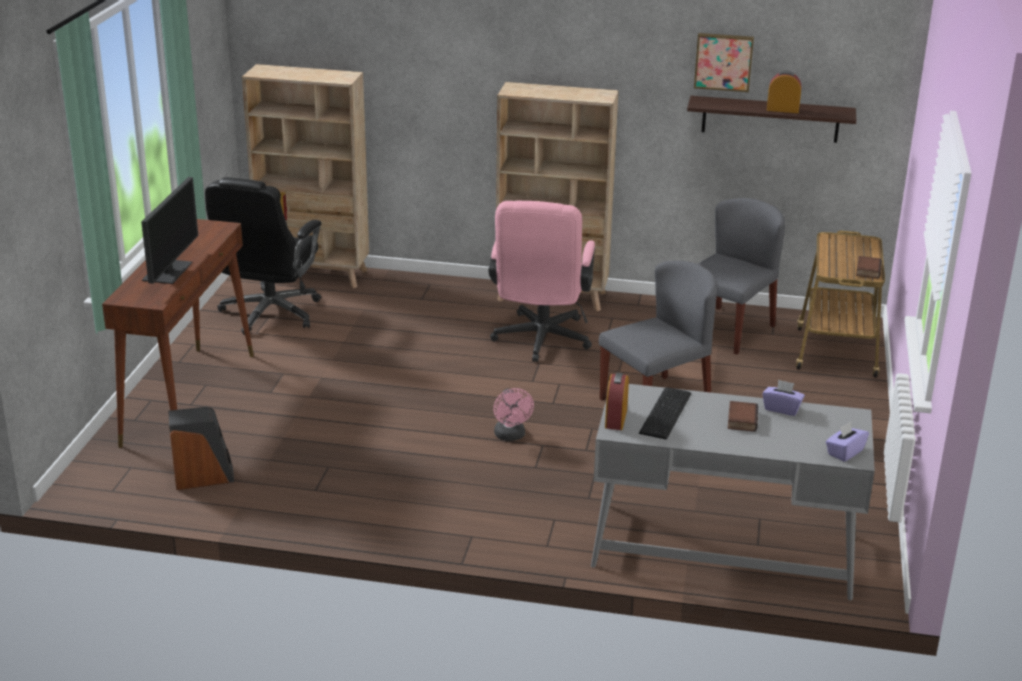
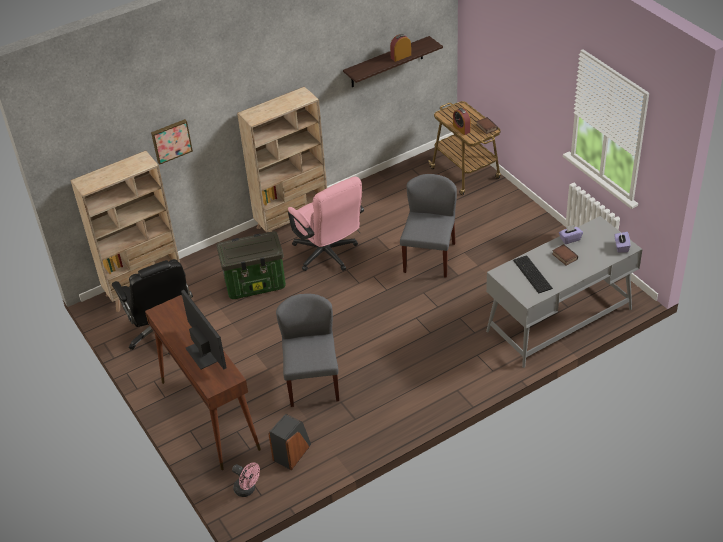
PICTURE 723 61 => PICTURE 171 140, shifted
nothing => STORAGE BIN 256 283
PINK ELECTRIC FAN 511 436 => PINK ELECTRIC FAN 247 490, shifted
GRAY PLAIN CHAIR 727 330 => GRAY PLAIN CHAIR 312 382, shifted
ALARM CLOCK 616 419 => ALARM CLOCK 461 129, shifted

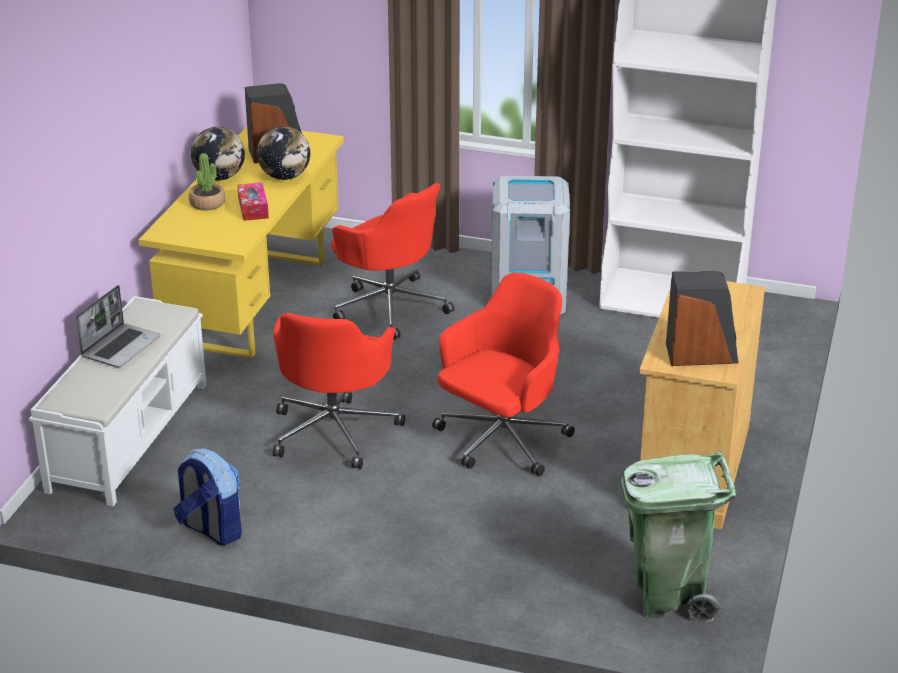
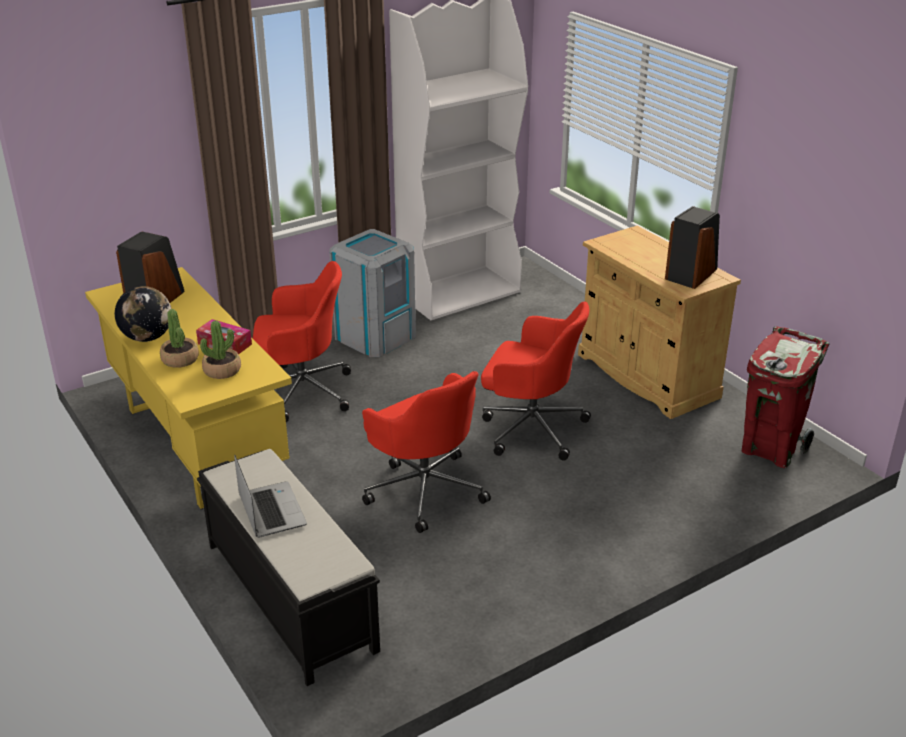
WHITE BENCH 129 435 => BLACKISH BENCH 289 595
nothing => HOUSEPLANT 222 370
RED-COLOURED OFFICE CHAIR 501 441 => RED-COLOURED OFFICE CHAIR 530 428, 120 degrees clockwise
GREEN RUBBISH BIN 669 596 => RED-COLOURED RUBBISH BIN 771 449
BACKPACK 211 529 => nothing
GLOBE 285 177 => nothing

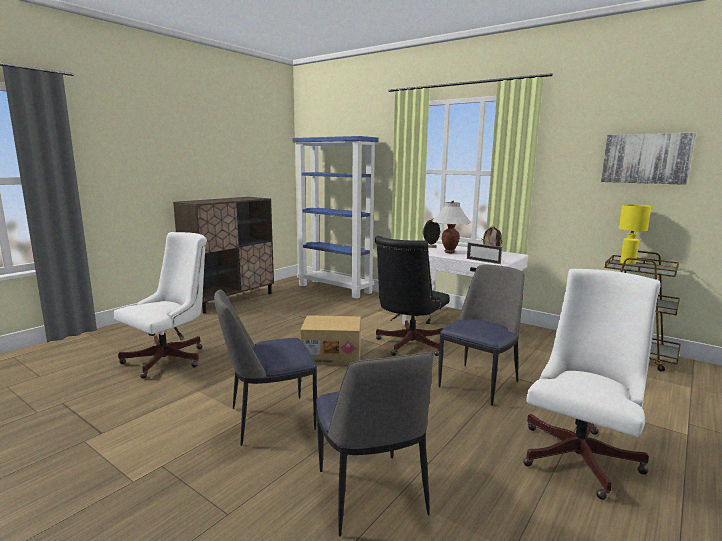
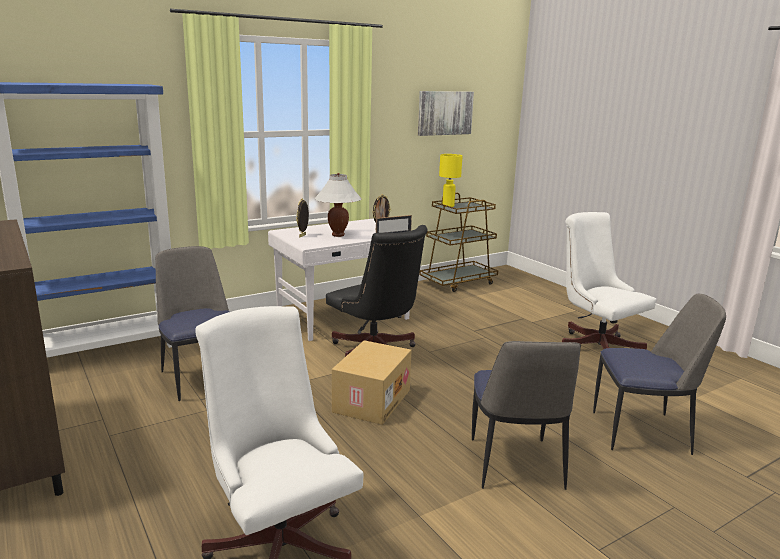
PLAIN CHAIR 479 383 => PLAIN CHAIR 201 377, shifted

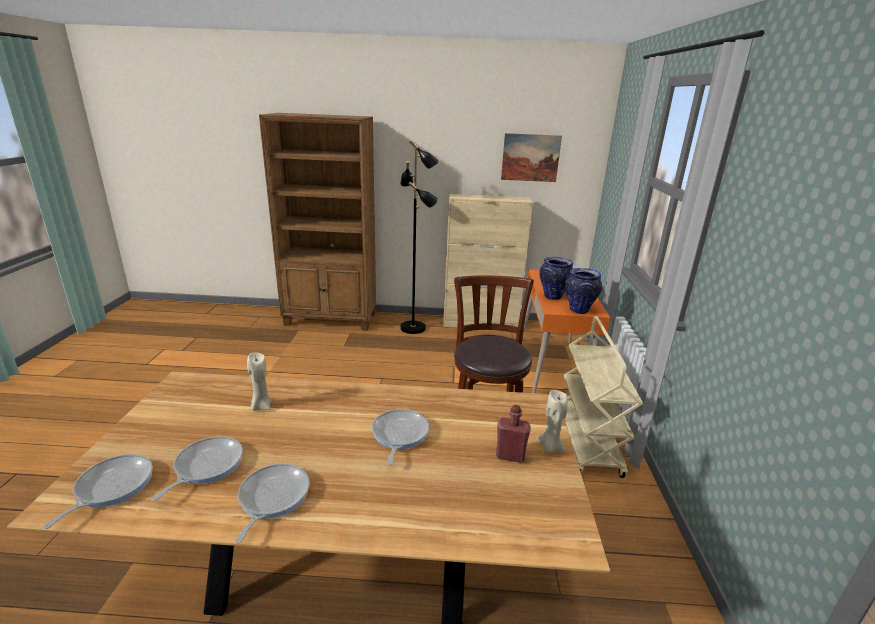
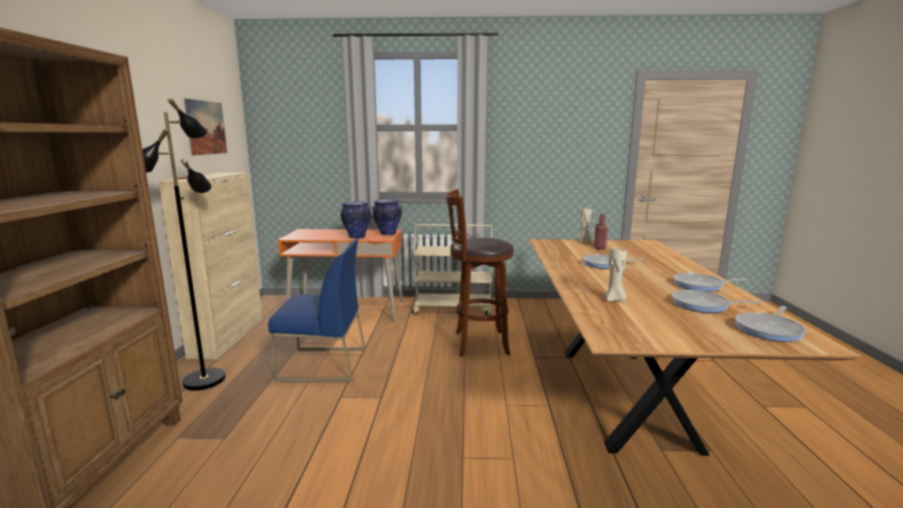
nothing => BLUE PLAIN CHAIR 322 365
SKILLET 111 487 => SKILLET 769 330, 60 degrees counterclockwise

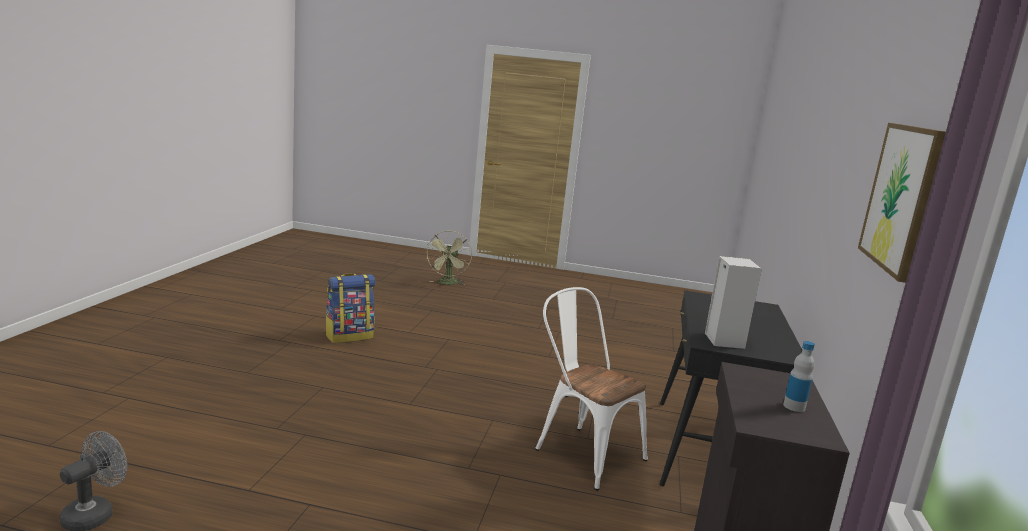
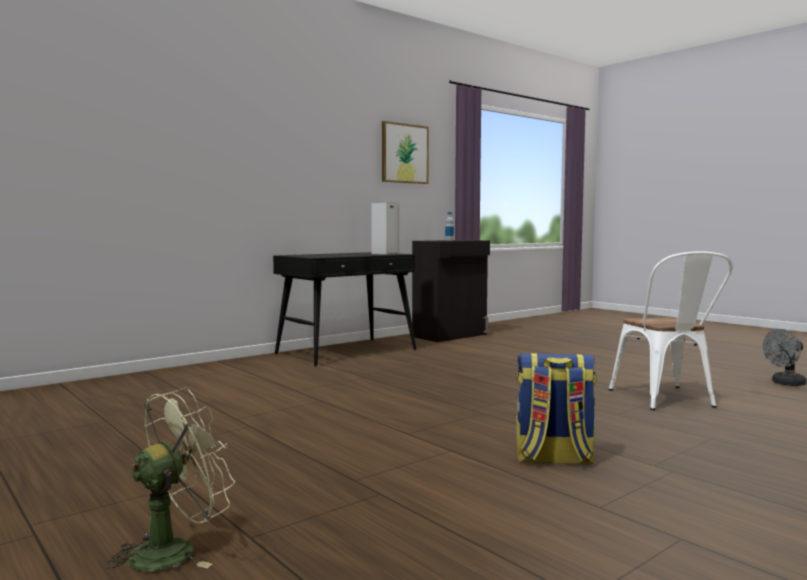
WHITE PLAIN CHAIR 582 451 => WHITE PLAIN CHAIR 667 400, shifted

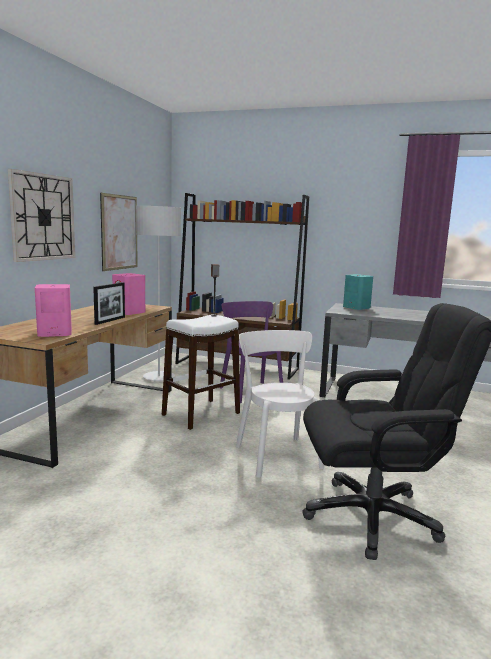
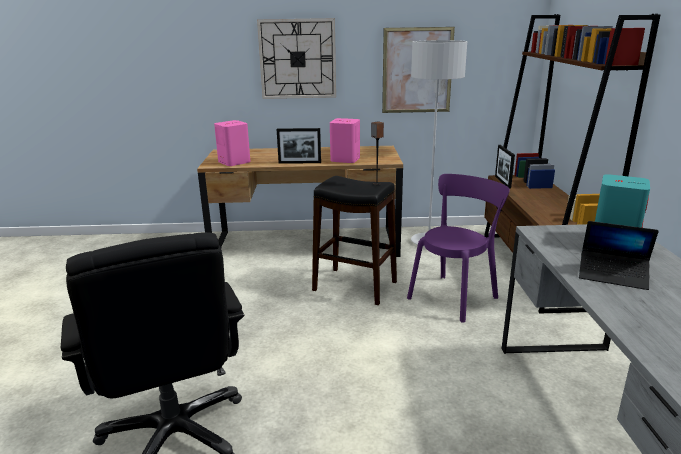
WHITE STOOL SEAT 201 414 => BLACKISH STOOL SEAT 354 286
nothing => PHOTO FRAME 502 182
nothing => PORTABLE COMPUTER 613 275
WHITE PLAIN CHAIR 276 454 => nothing

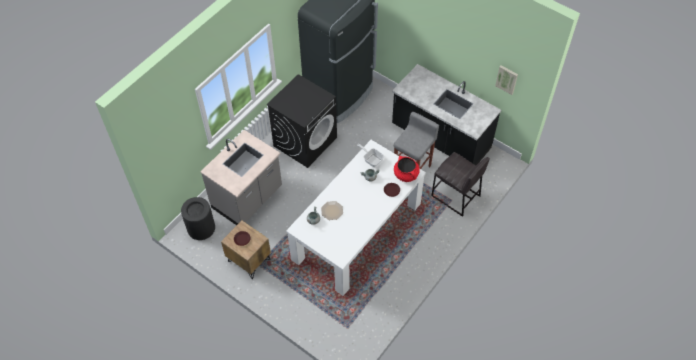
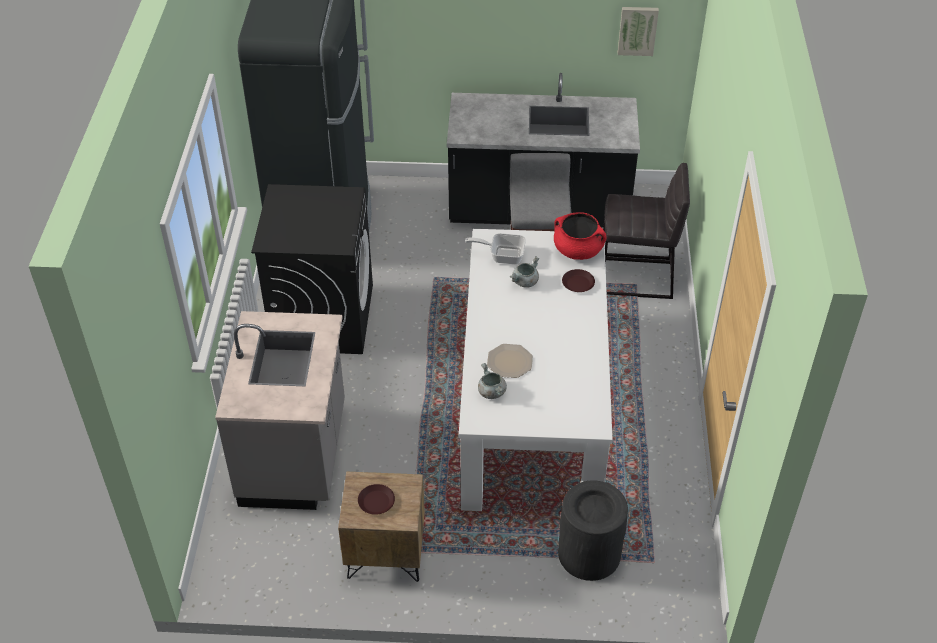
BLACKISH RUBBISH BIN 201 228 => BLACKISH RUBBISH BIN 588 553, shifted

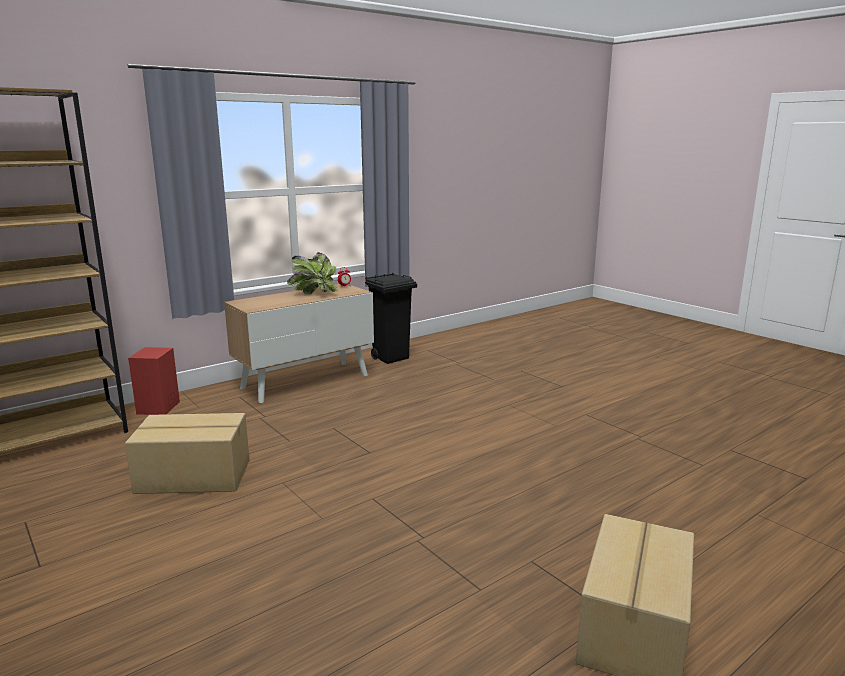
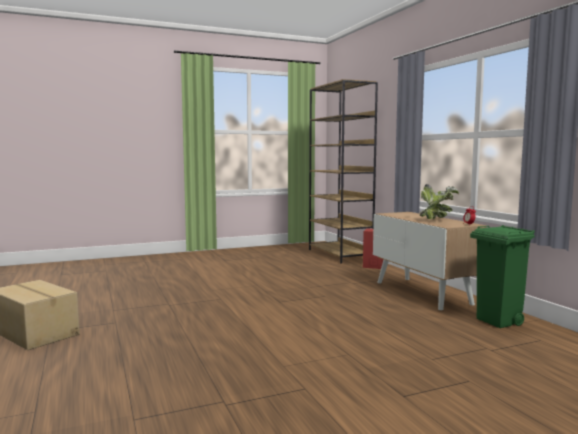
BLACKISH RUBBISH BIN 391 358 => GREEN RUBBISH BIN 498 322
PACKING BOX 194 477 => nothing

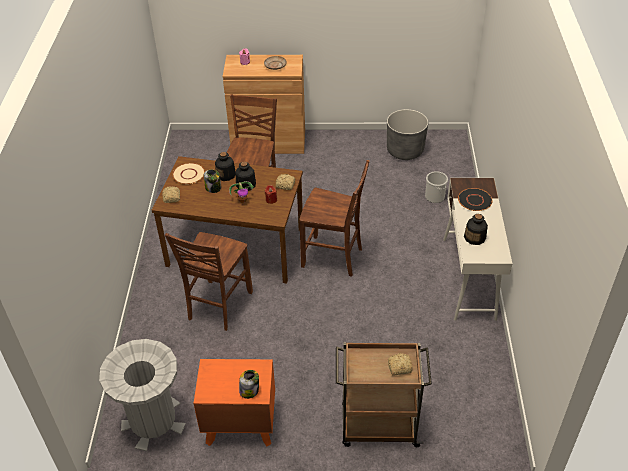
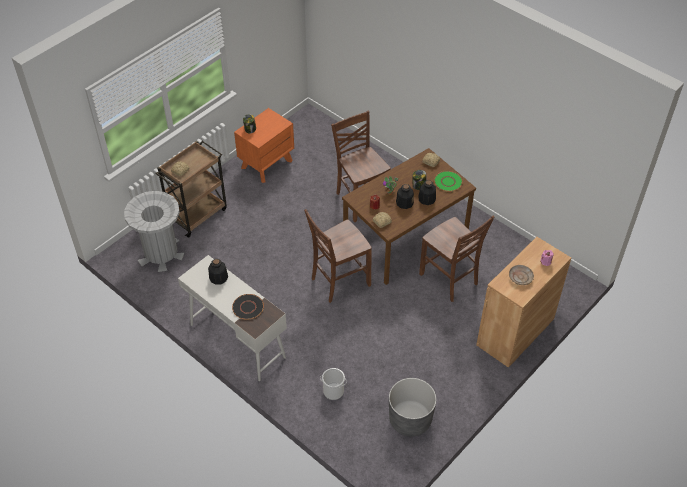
GRAY RUBBISH BIN 153 421 => GRAY RUBBISH BIN 161 253, shifted
SAND-COLOURED PLATE 189 174 => GREEN PLATE 448 182

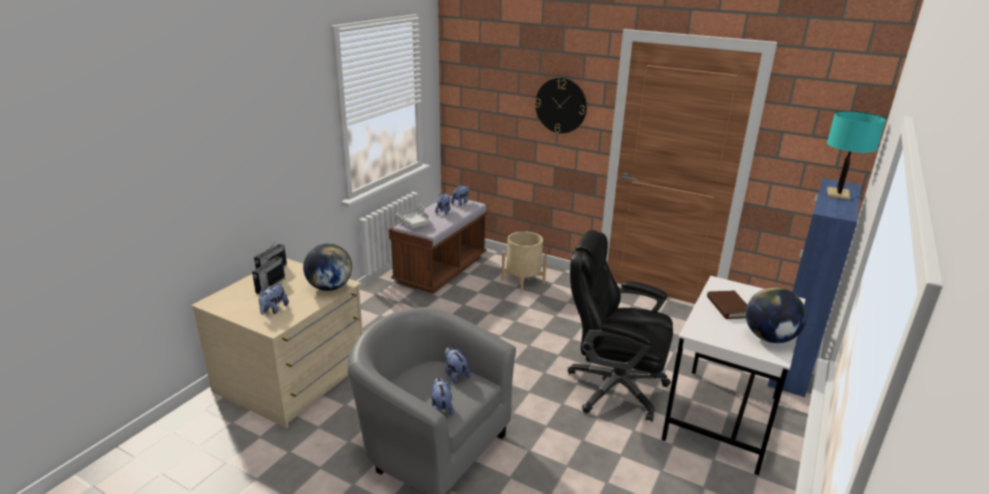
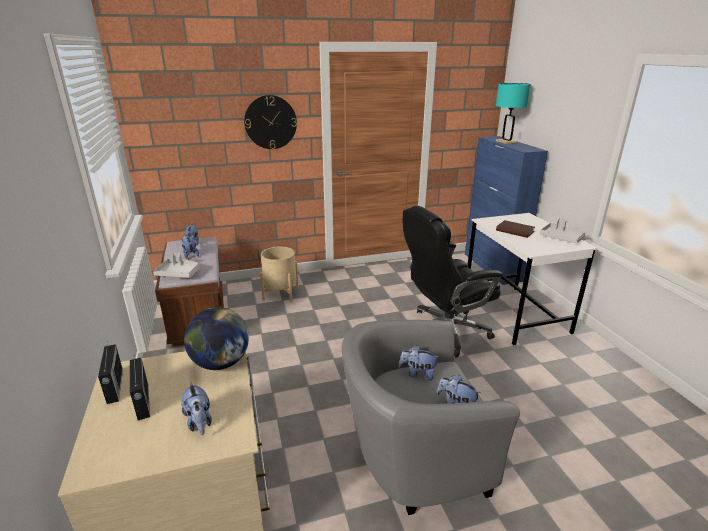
GLOBE 769 338 => GRAY SERVING TRAY 561 238

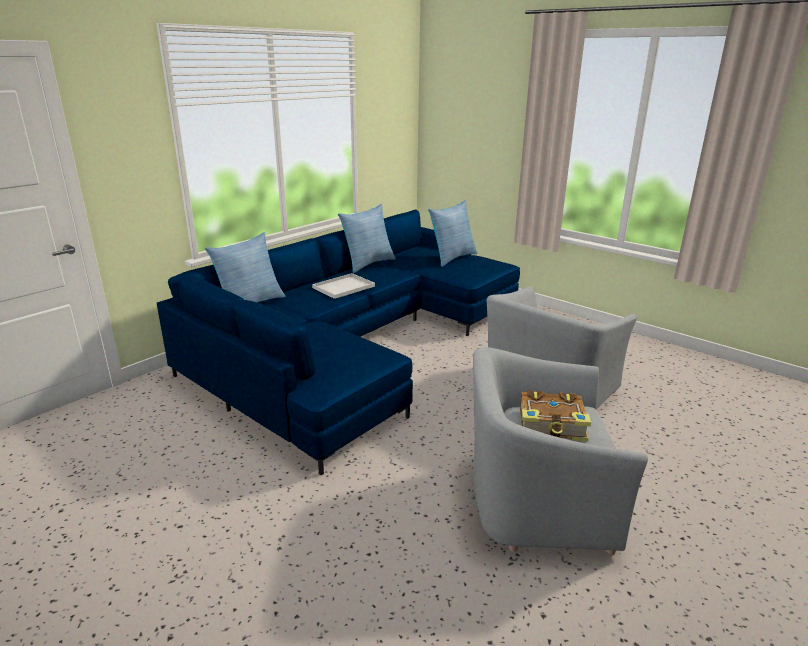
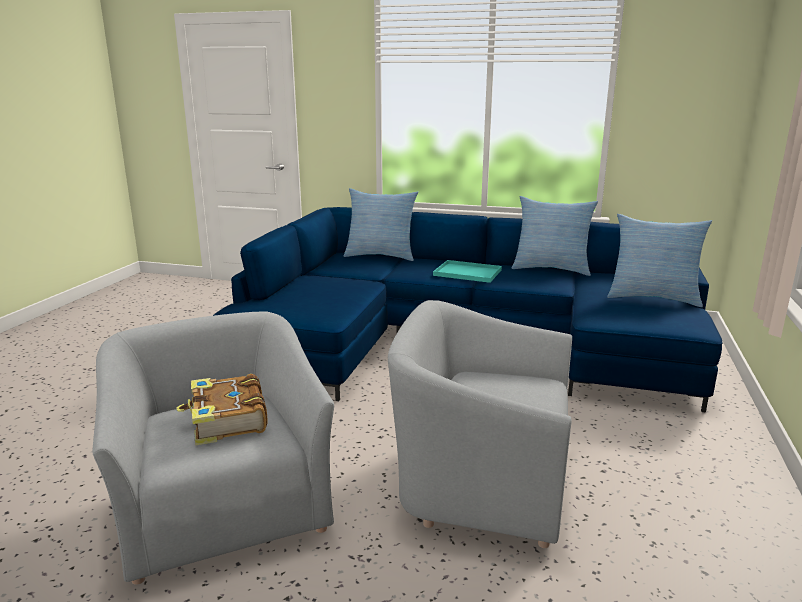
WHITE SERVING TRAY 344 286 => BLUE-GREEN SERVING TRAY 469 272

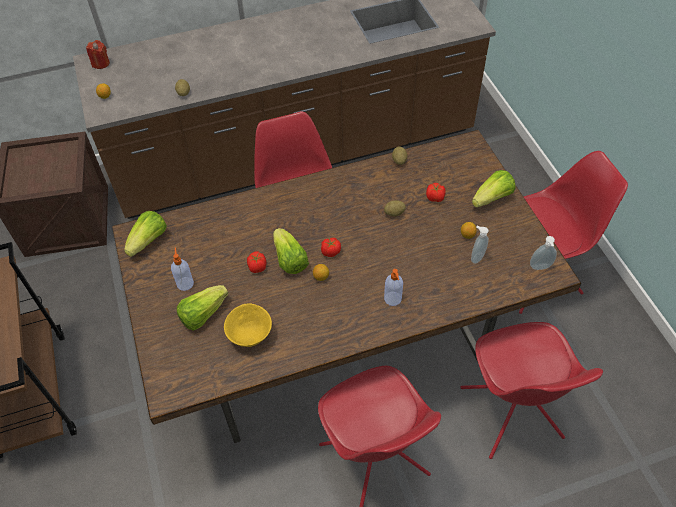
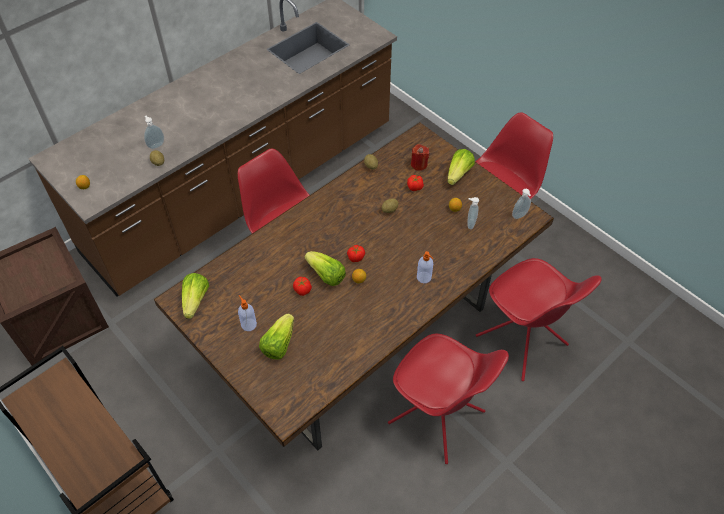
nothing => SOAP DISPENSER 156 145
RED-COLOURED WAX LIGHT 100 63 => RED-COLOURED WAX LIGHT 419 164, shifted
YELLOWISH DEEP DISH 249 335 => nothing

